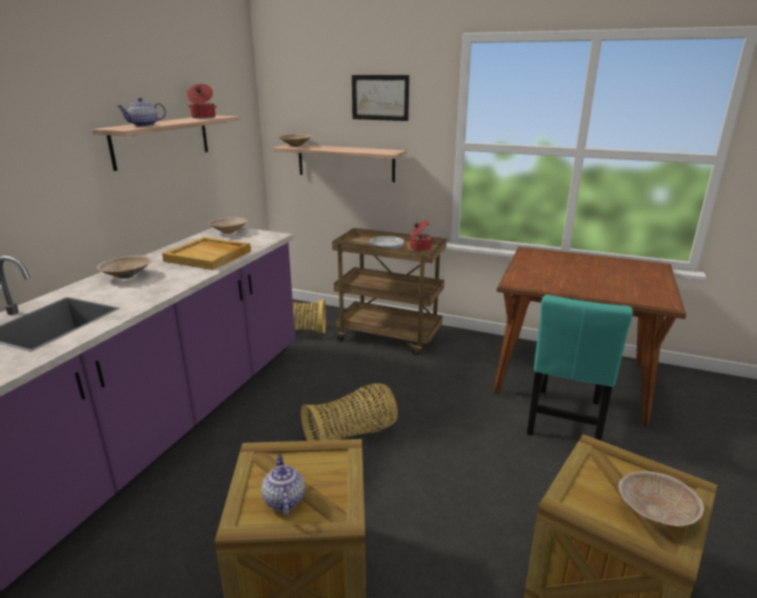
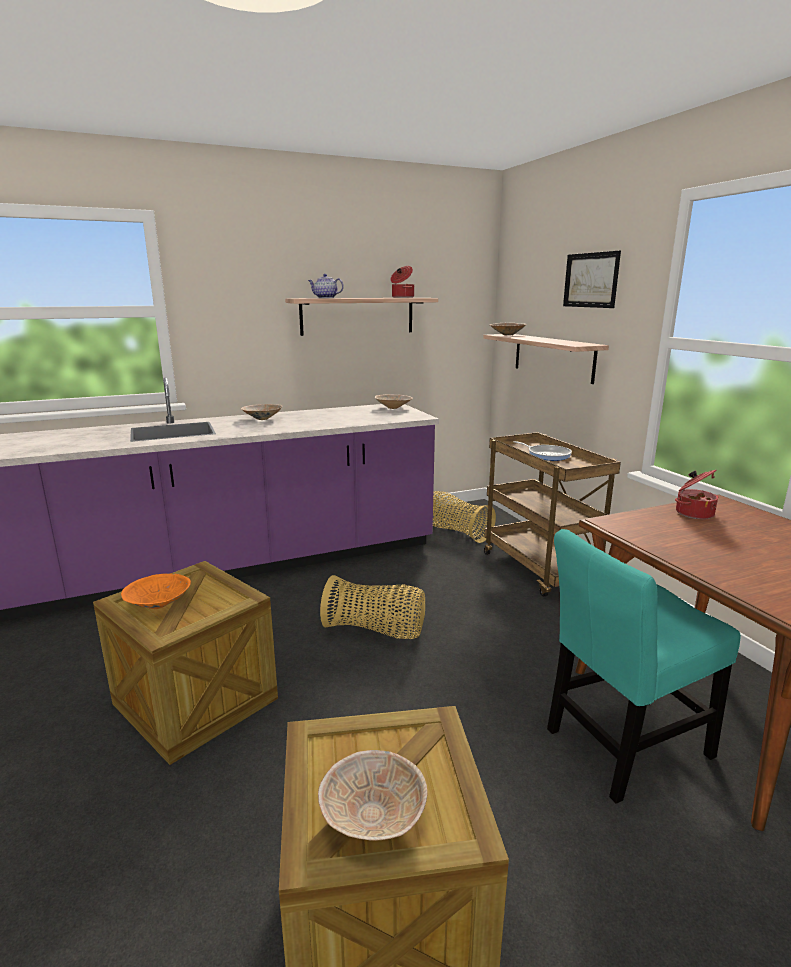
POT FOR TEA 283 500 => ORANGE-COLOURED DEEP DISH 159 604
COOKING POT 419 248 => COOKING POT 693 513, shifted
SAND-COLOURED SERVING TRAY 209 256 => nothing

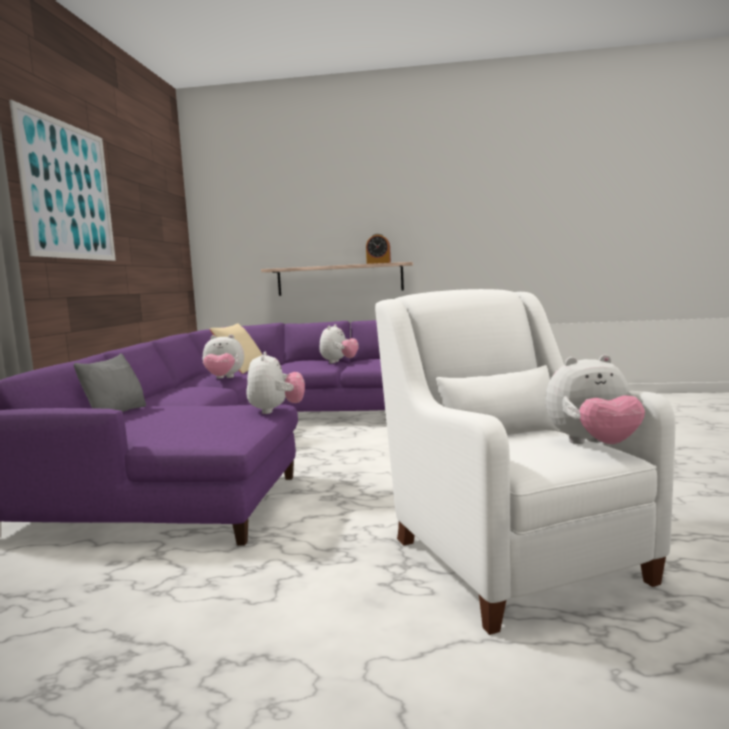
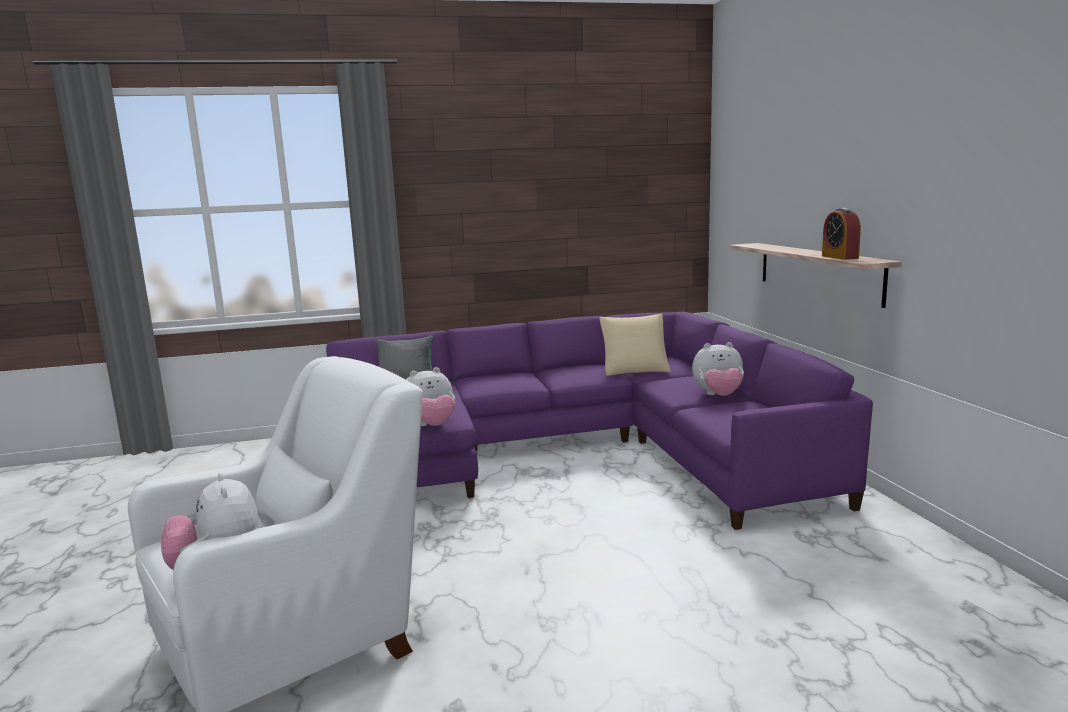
PICTURE 68 191 => nothing
PLUSH TOY 224 378 => nothing

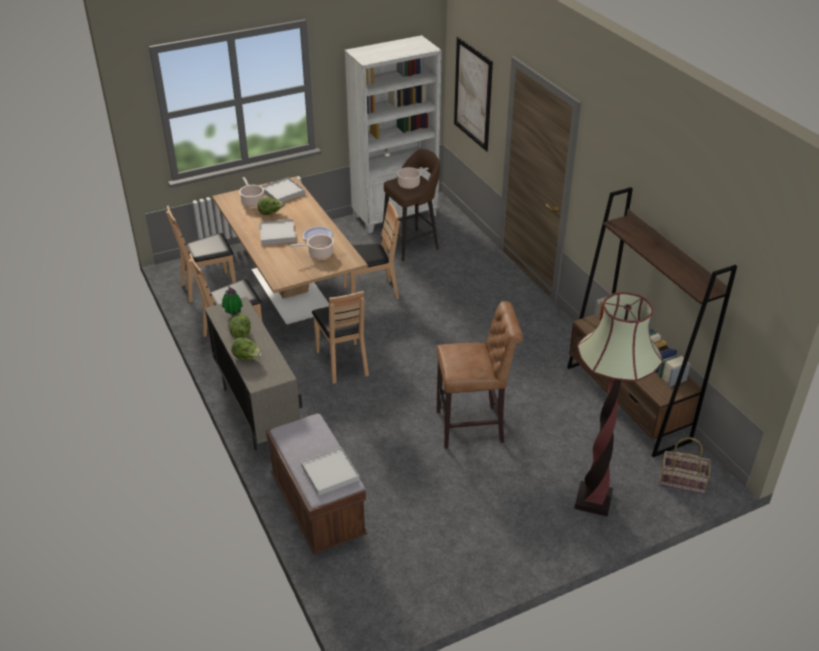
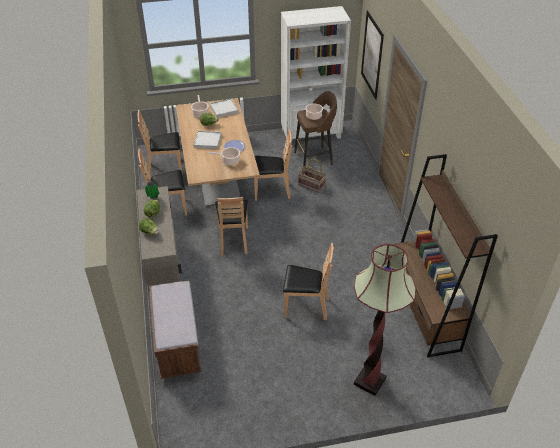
BROWNISH STOOL SEAT 474 427 => BROWNISH PLAIN CHAIR 306 307
HOUSEHOLD BASKET 682 481 => HOUSEHOLD BASKET 311 185, shifted
WHITE SERVING TRAY 330 473 => nothing

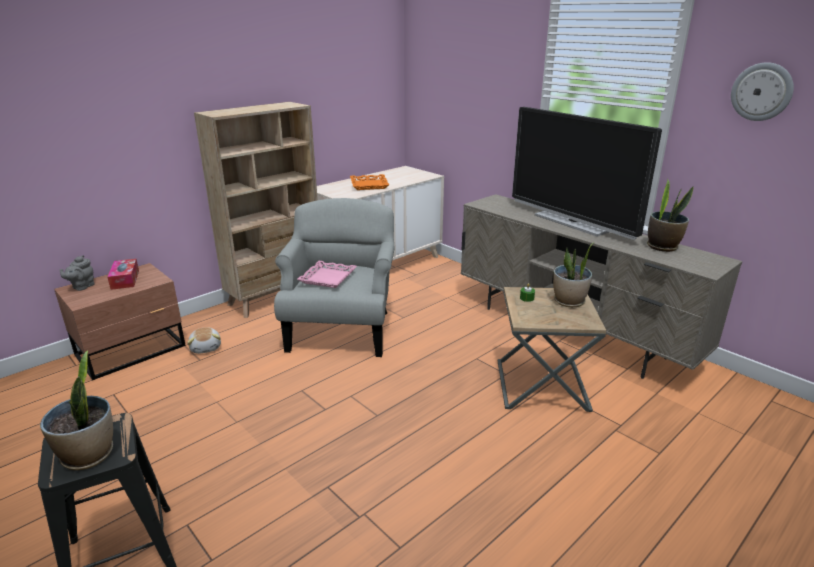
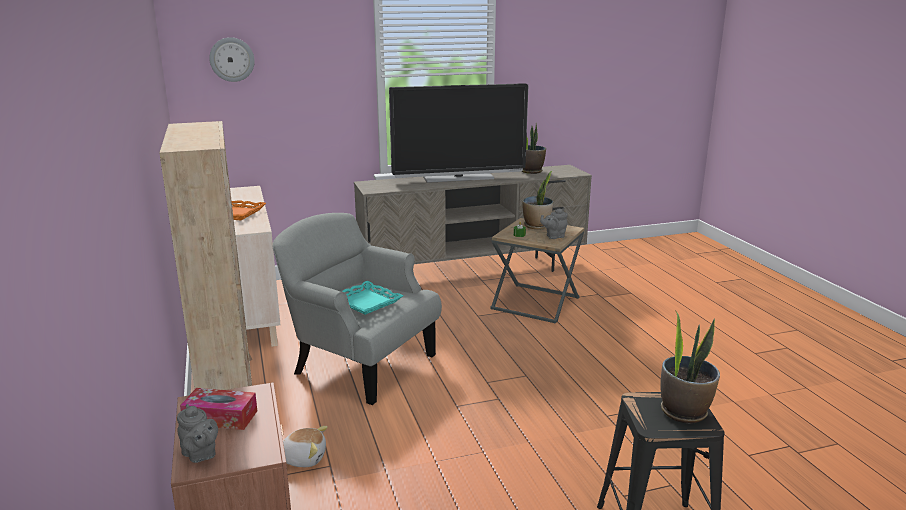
WALL CLOCK 761 92 => WALL CLOCK 232 59, shifted
PINK SERVING TRAY 328 278 => BLUE-GREEN SERVING TRAY 366 302
nothing => GRAY POT FOR TEA 554 236

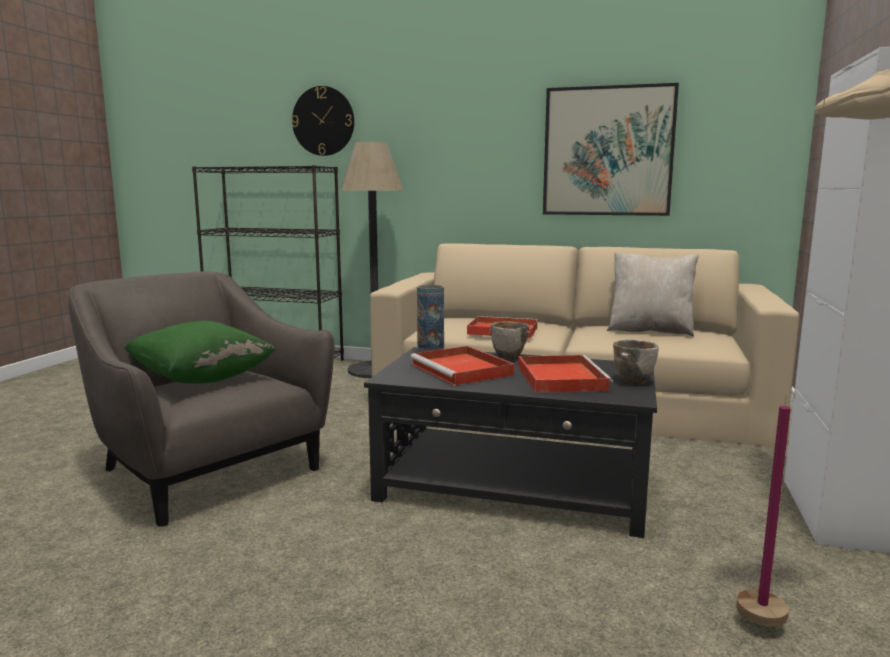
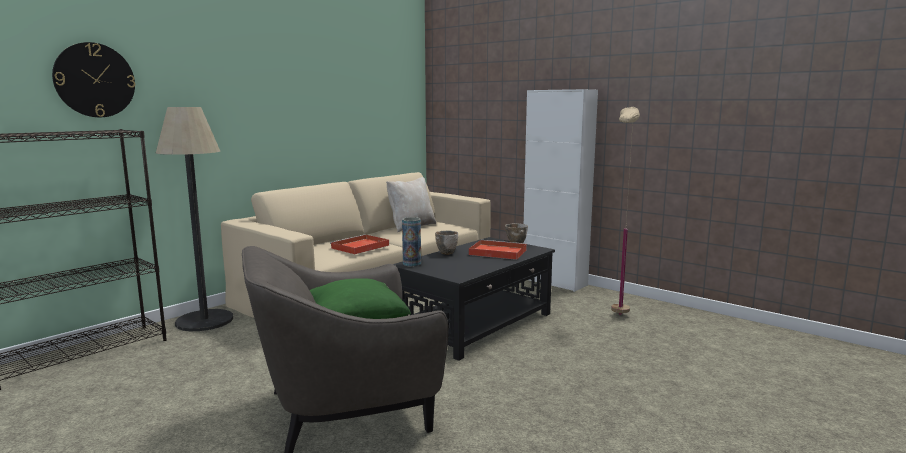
RED-COLOURED SERVING TRAY 463 370 => nothing
PICTURE 608 151 => nothing

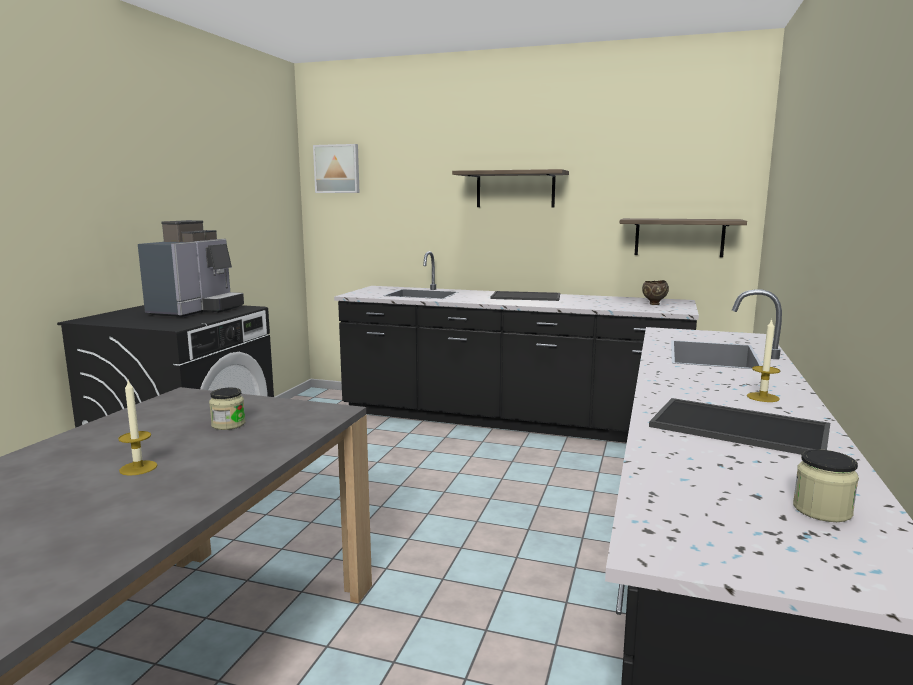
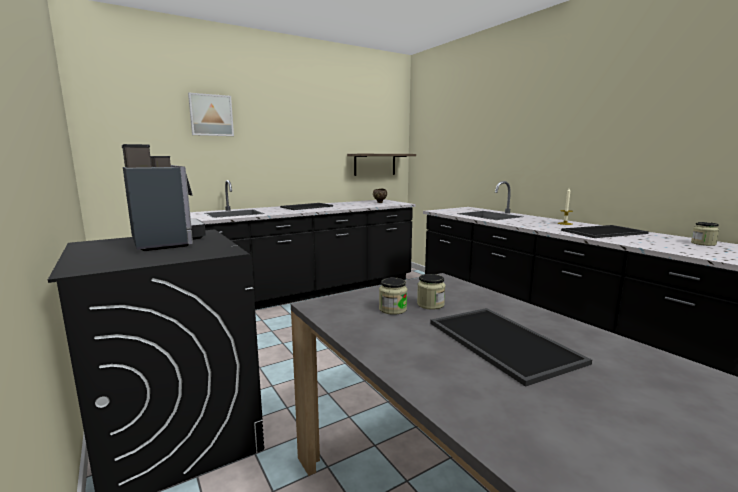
PICTURE 337 169 => PICTURE 211 115, shifted
nothing => STORAGE JAR 392 309
WAX LIGHT 138 468 => SERVING TRAY 505 342
BRACKET SHELF 515 189 => nothing

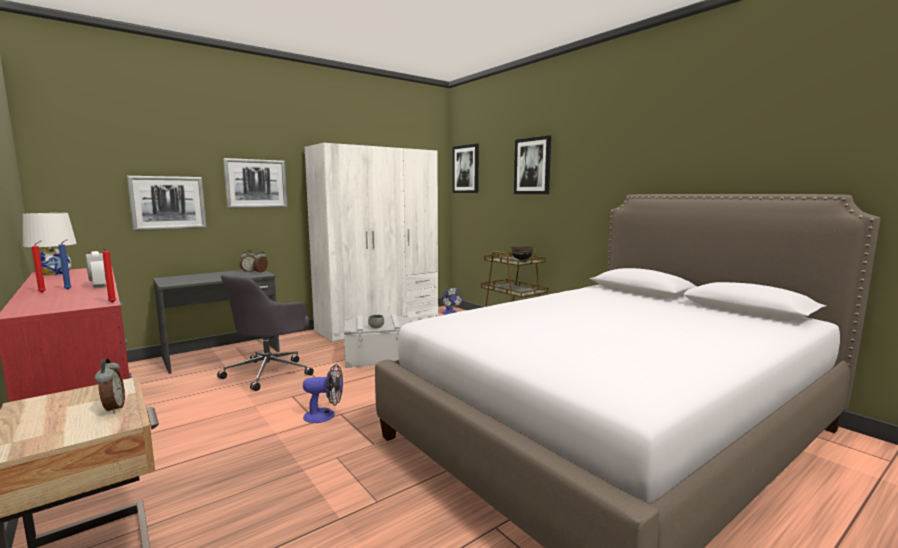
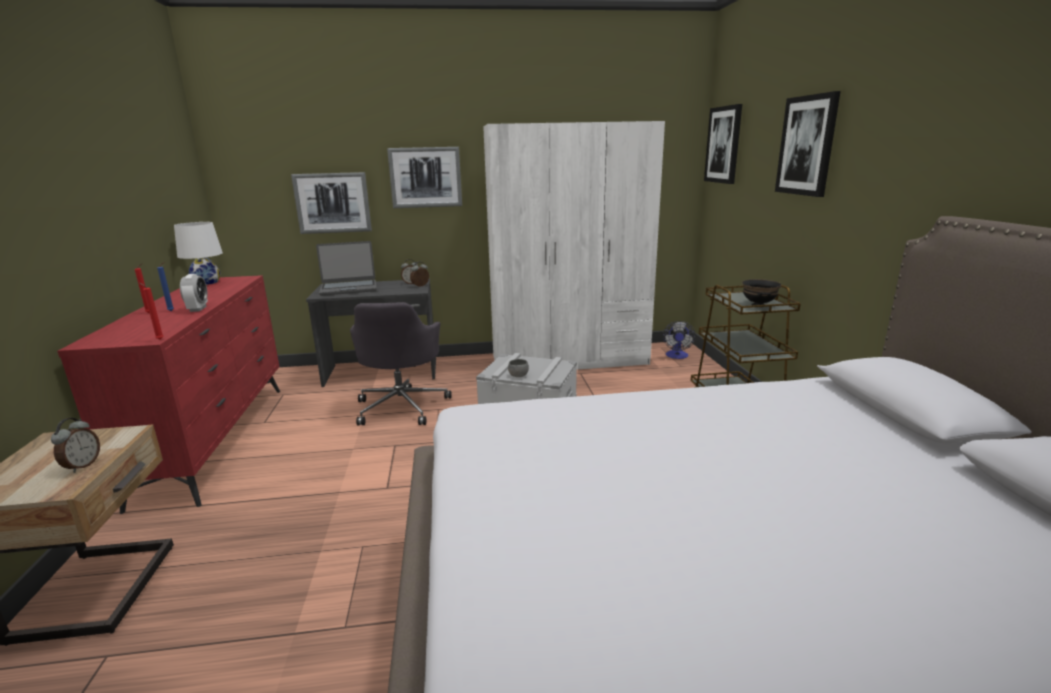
nothing => PORTABLE COMPUTER 349 288
GRAY OFFICE CHAIR 269 372 => GRAY OFFICE CHAIR 402 406, 60 degrees counterclockwise
ELECTRIC FAN 325 415 => nothing

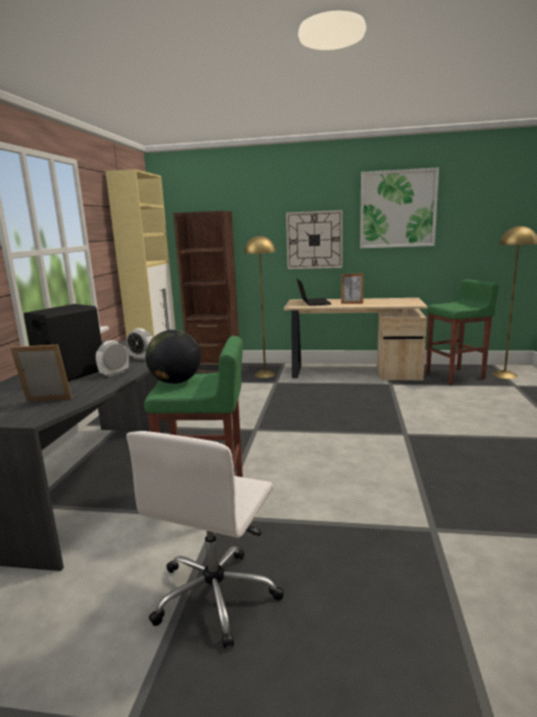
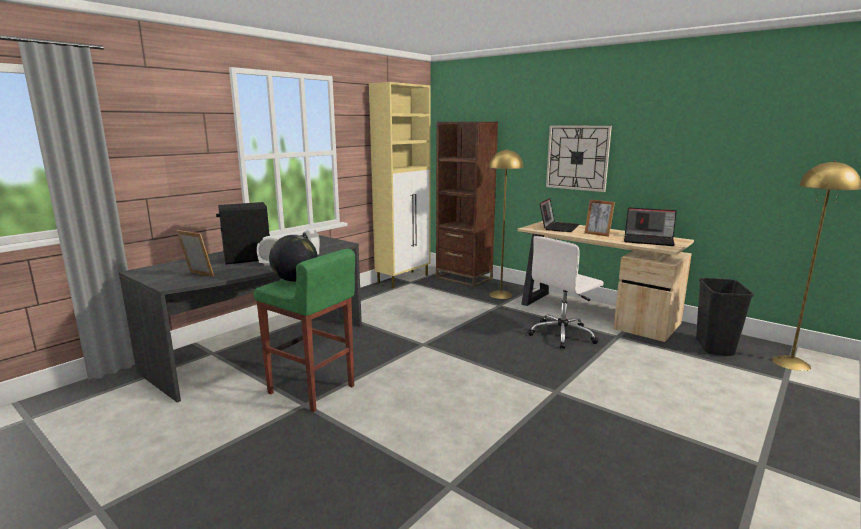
WHITE OFFICE CHAIR 216 594 => WHITE OFFICE CHAIR 562 335, shifted
nothing => PORTABLE COMPUTER 649 240
GREEN STOOL SEAT 456 376 => BLACKISH RUBBISH BIN 715 348
PICTURE 397 209 => nothing

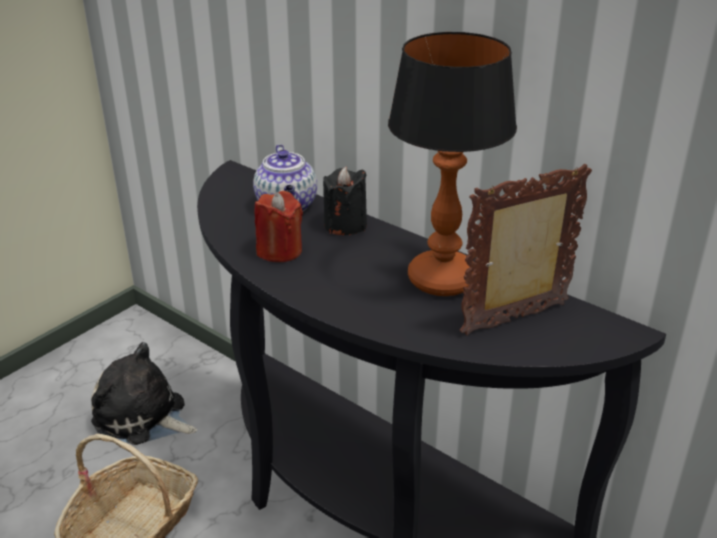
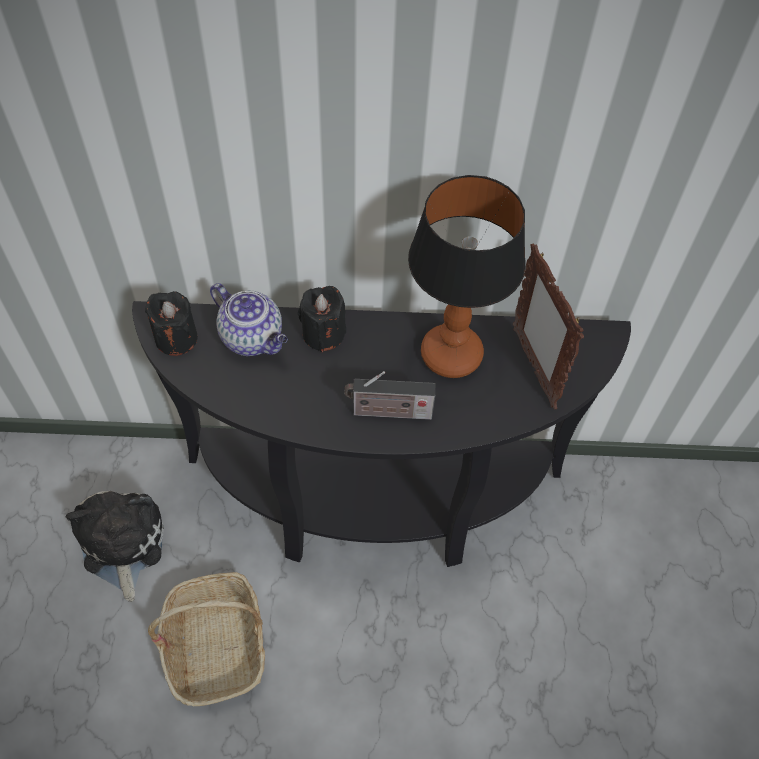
PLUSH TOY 143 417 => PLUSH TOY 121 544, 90 degrees clockwise
nothing => BLACKISH WAX LIGHT 176 338
nothing => RADIO RECEIVER 388 412
PHOTO FRAME 516 319 => PHOTO FRAME 533 366, 45 degrees counterclockwise
RED-COLOURED WAX LIGHT 279 251 => nothing

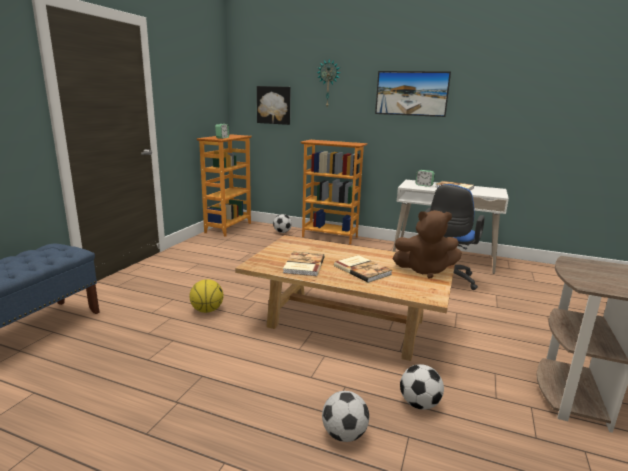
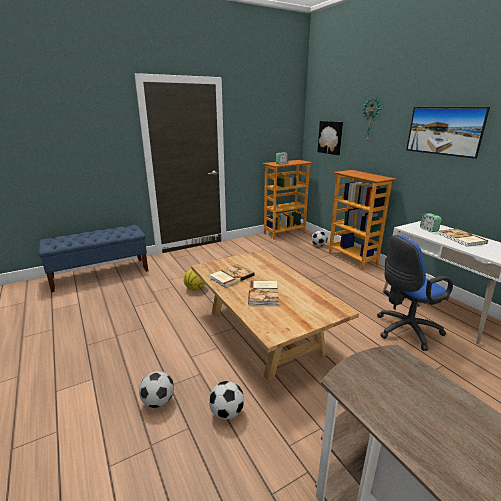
BROWNISH PLUSH TOY 425 270 => nothing

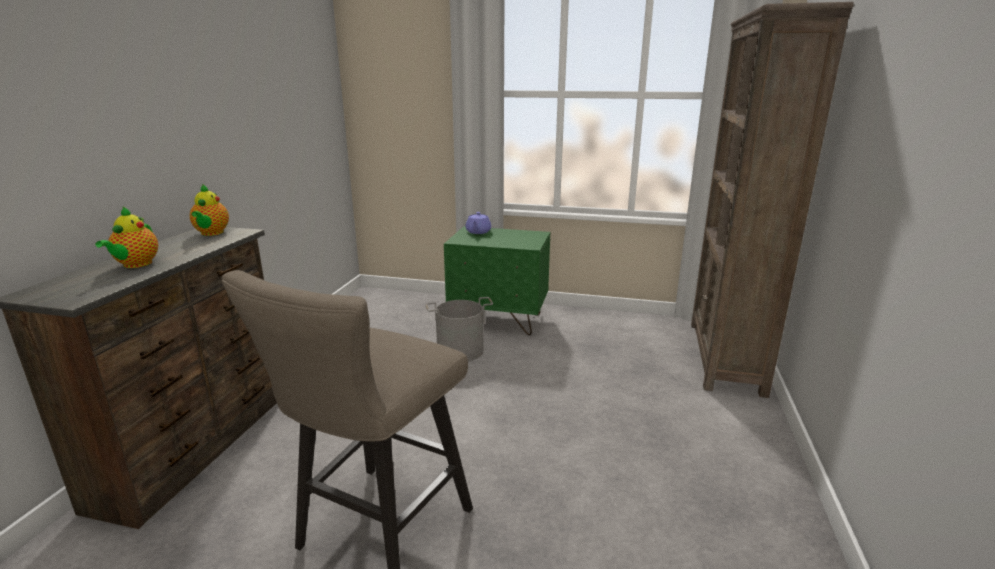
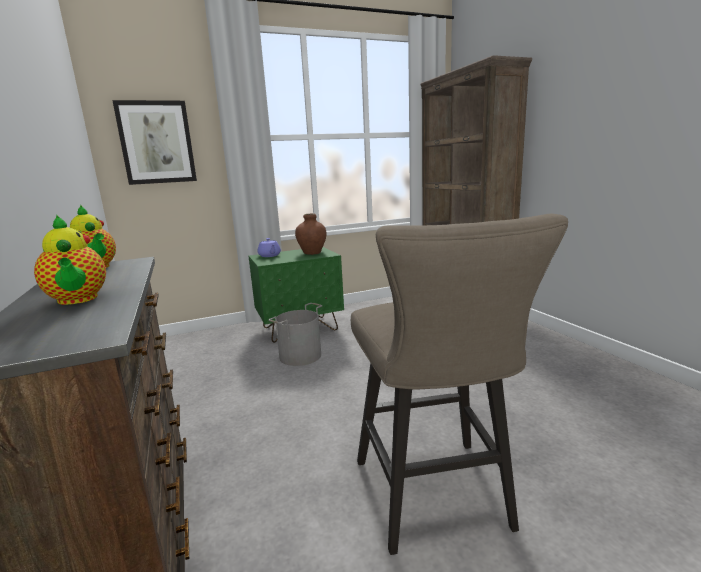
nothing => PICTURE 157 143
nothing => BROWNISH VASE 312 253

